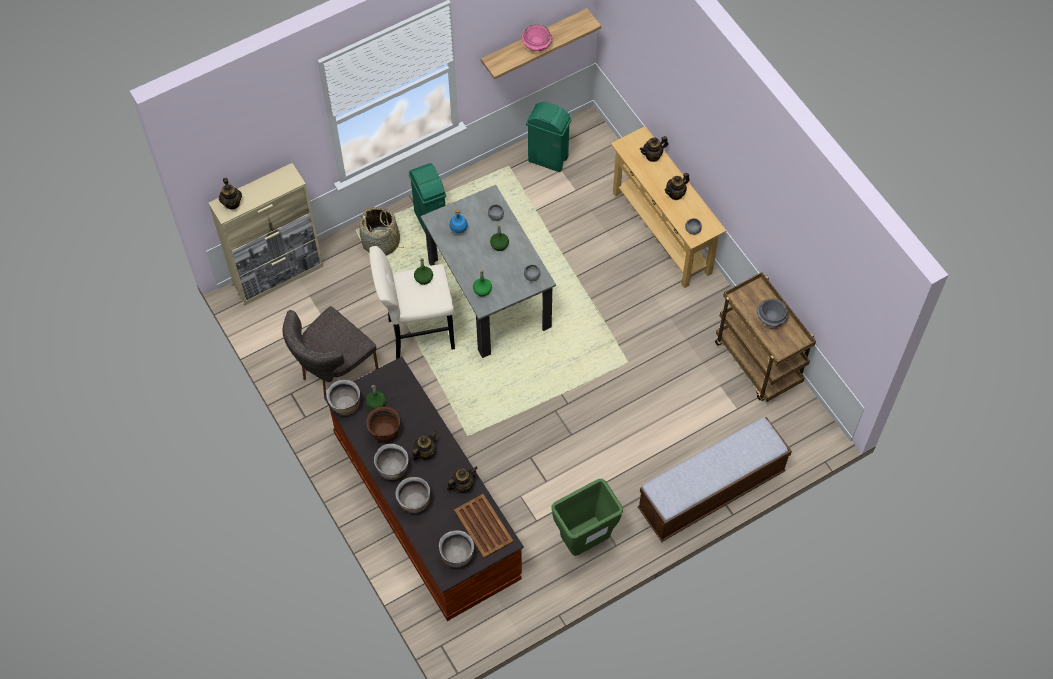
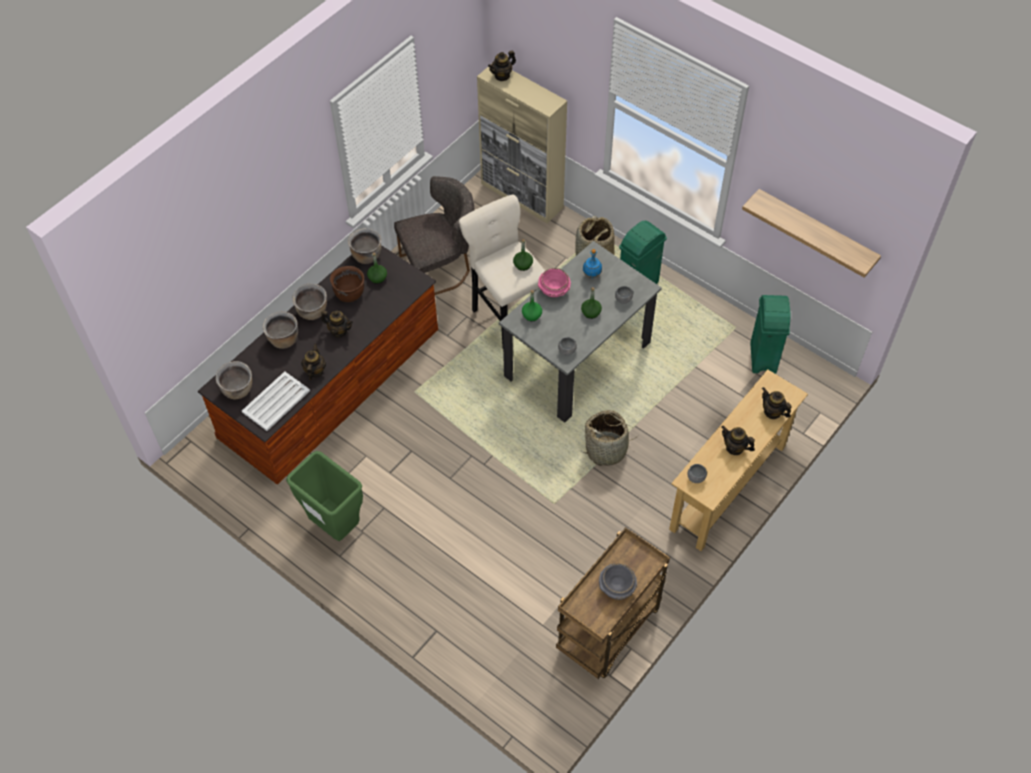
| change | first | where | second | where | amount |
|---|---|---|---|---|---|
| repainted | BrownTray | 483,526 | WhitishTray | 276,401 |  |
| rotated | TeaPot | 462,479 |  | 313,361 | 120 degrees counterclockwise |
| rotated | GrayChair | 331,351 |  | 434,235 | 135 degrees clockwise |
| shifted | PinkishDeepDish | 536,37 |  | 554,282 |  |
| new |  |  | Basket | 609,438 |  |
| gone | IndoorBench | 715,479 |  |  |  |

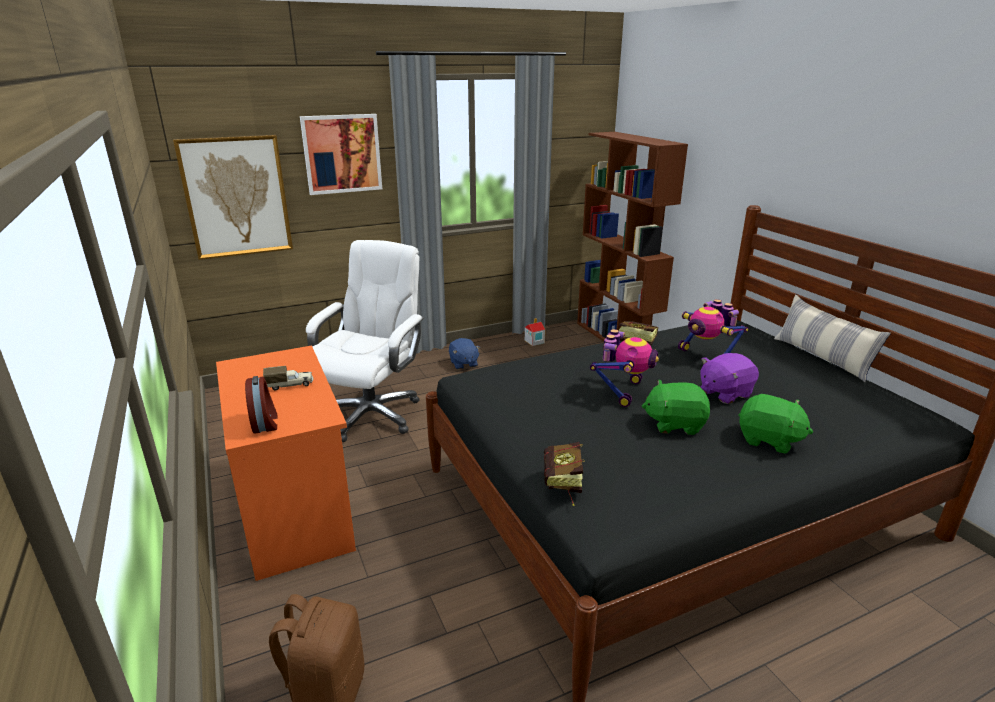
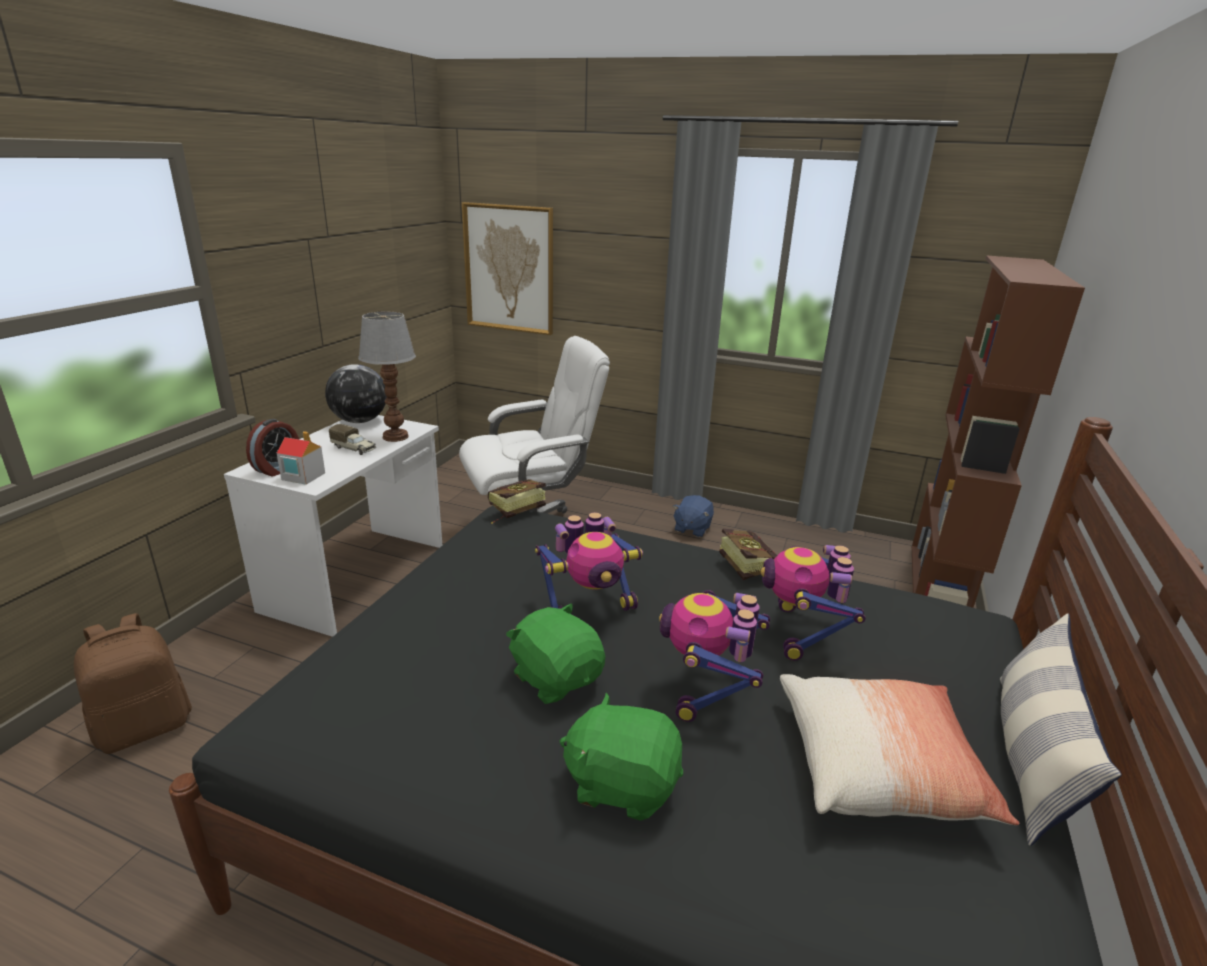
| change | first | where | second | where | amount |
|---|---|---|---|---|---|
| repainted | OrangeyDesk | 286,463 | WhitishDesk | 333,526 |  |
| shifted | MiniatureHouse | 535,332 |  | 301,458 |  |
| new |  |  | WorldGlobe | 356,393 |  |
| new |  |  | TableLamp | 387,376 |  |
| shifted | Book | 564,474 |  | 517,501 |  |
| rotated | GreenishSoftToy | 775,424 |  | 621,756 | 120 degrees clockwise |
| swapped | PurpleSoftToy | 729,378 | ModelRobot | 714,656 |  |
| new |  |  | Pillow | 900,749 |  |
| gone | Picture | 341,154 |  |  |  |

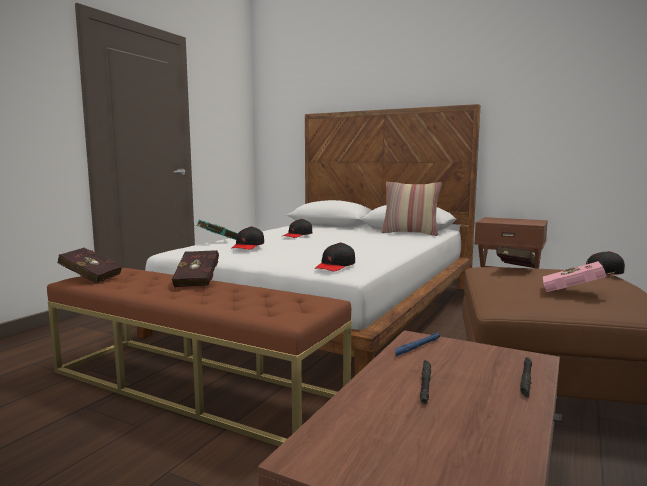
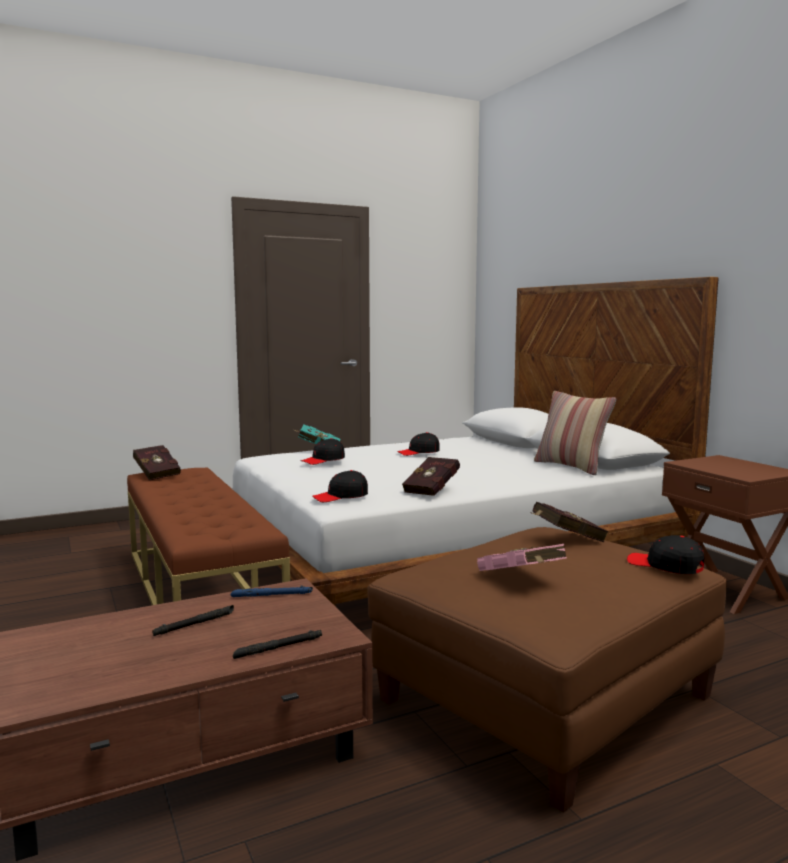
| change | first | where | second | where | amount |
|---|---|---|---|---|---|
| shifted | RedBook | 195,268 |  | 431,476 |  |

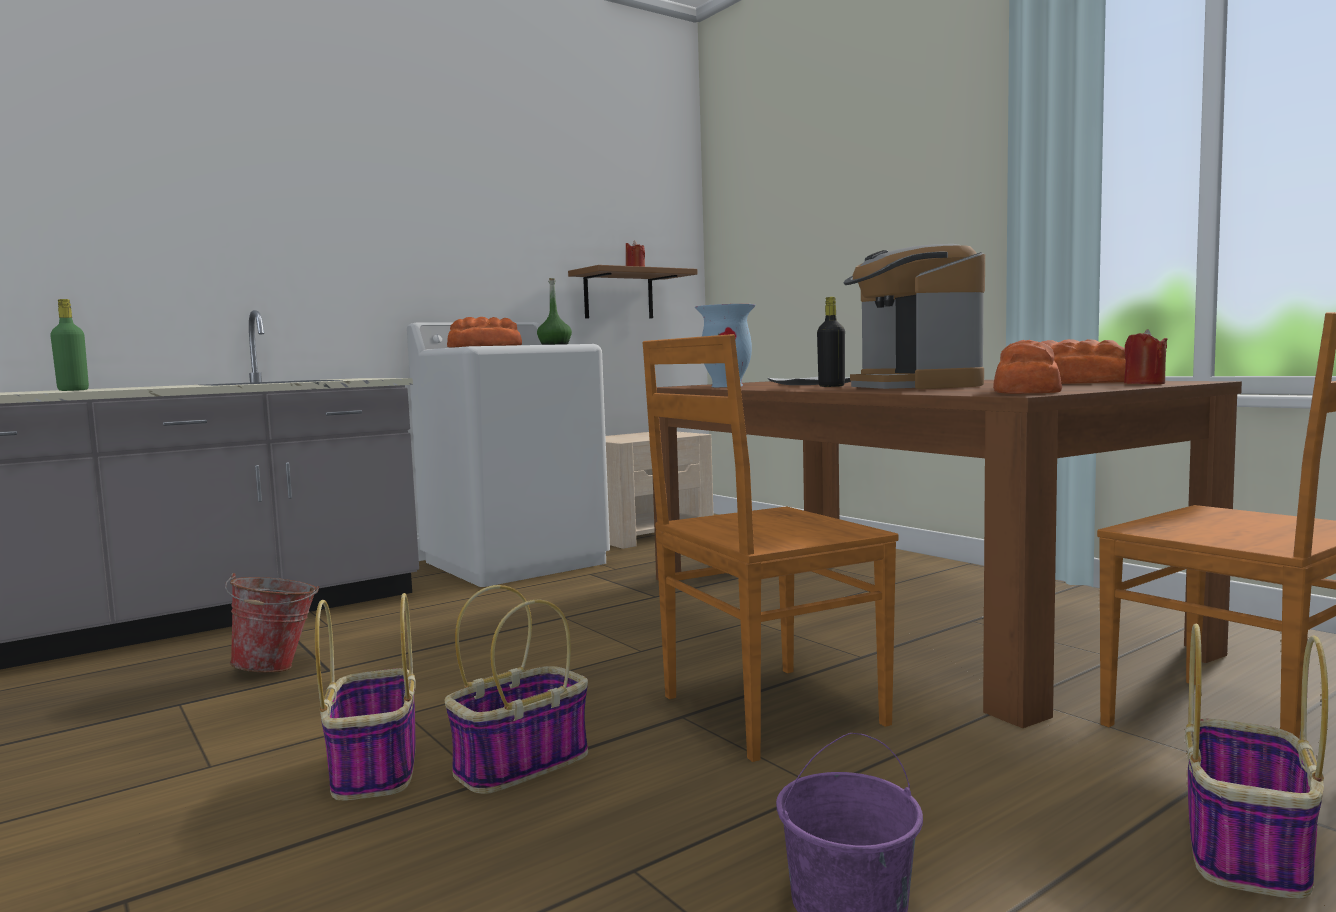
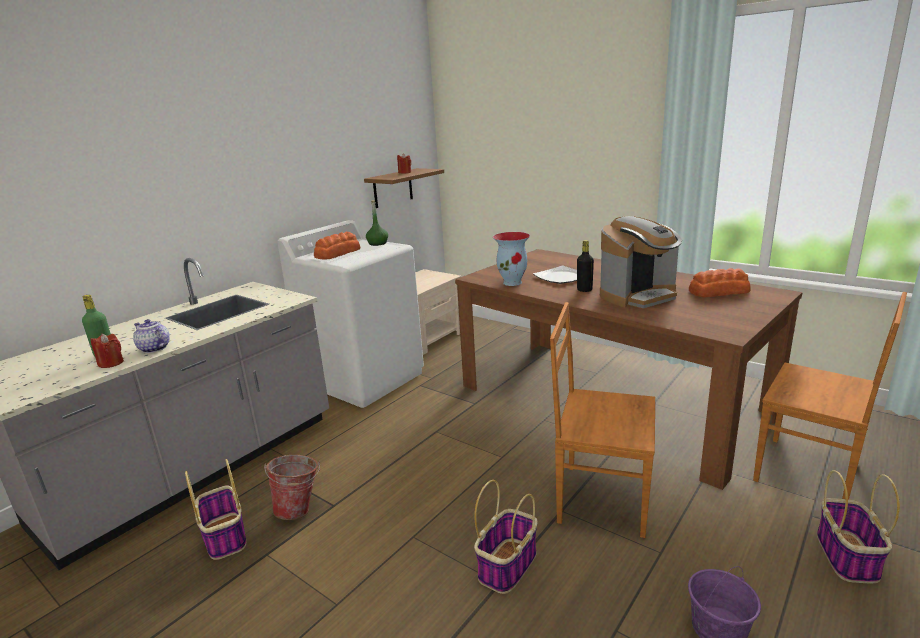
| change | first | where | second | where | amount |
|---|---|---|---|---|---|
| shifted | RedCandle | 1146,356 |  | 107,351 |  |
| new |  |  | TeaPot | 151,336 |  |
| shifted | Basket | 365,697 |  | 215,509 |  |
| rotated | BrownChair | 770,548 |  | 602,420 | 60 degrees clockwise |
| rotated | CoffeeBrewer | 914,316 |  | 641,262 | 90 degrees counterclockwise |
| gone | BakedBread | 1027,367 |  |  |  |

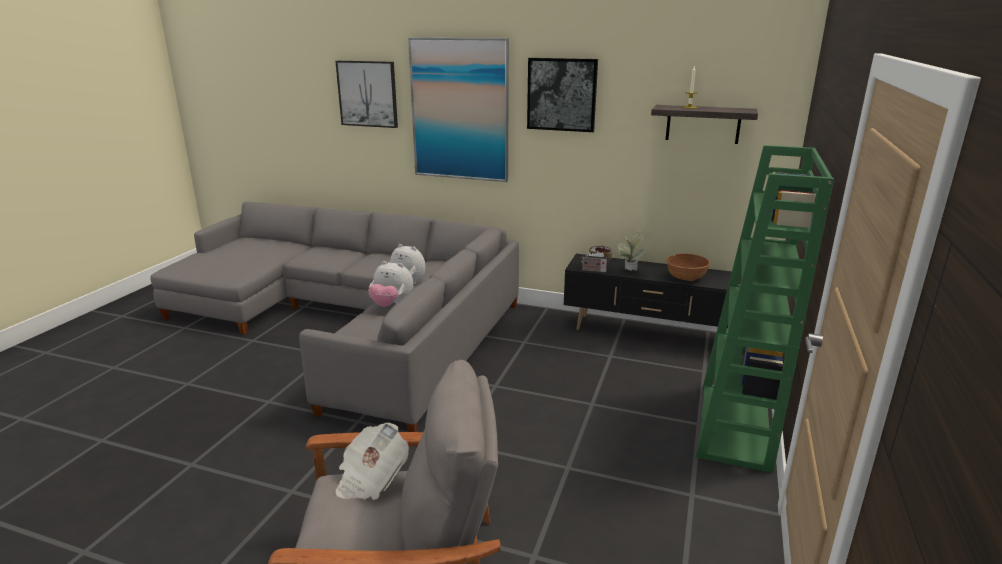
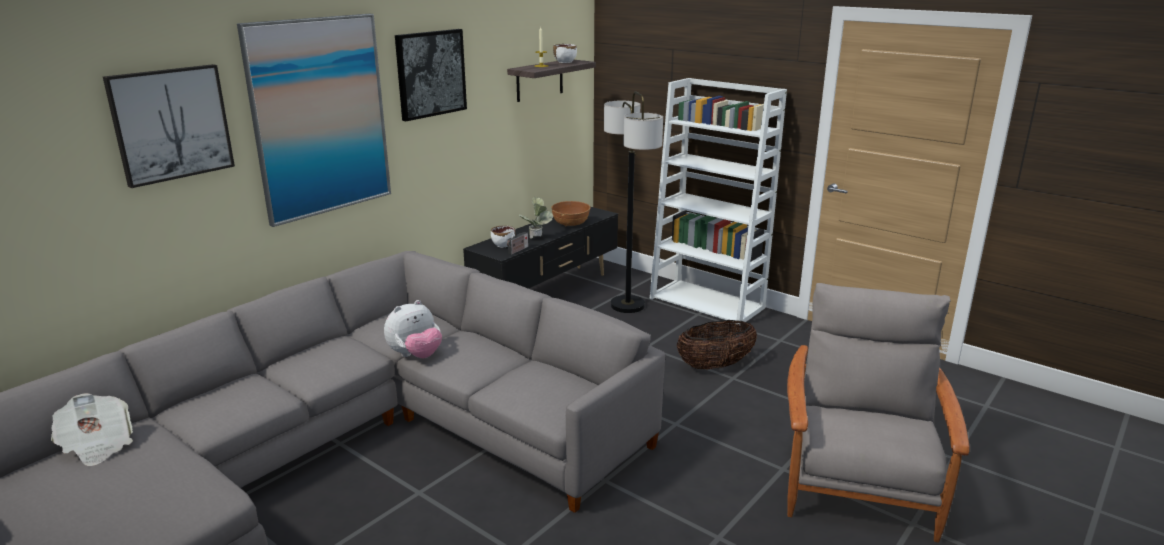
| change | first | where | second | where | amount |
|---|---|---|---|---|---|
| shifted | Newspaper | 372,461 |  | 92,429 |  |
| new |  |  | WhitishDeepDish | 565,53 |  |
| new |  |  | StandardLamp | 633,202 |  |
| repainted | GreenishBookcase | 765,309 | WhitishBookcase | 718,202 |  |
| new |  |  | Basket | 717,345 |  |
| gone | SoftToy | 390,284 |  |  |  |

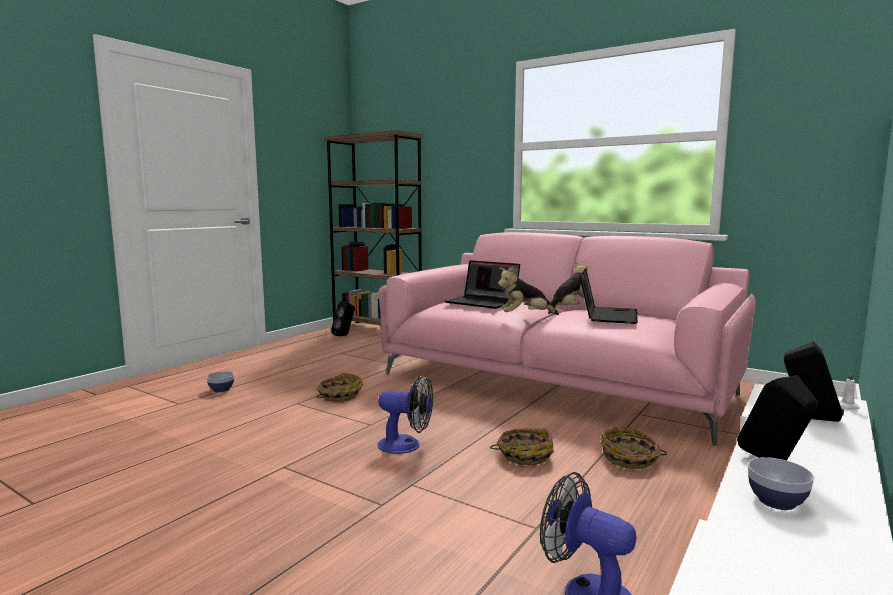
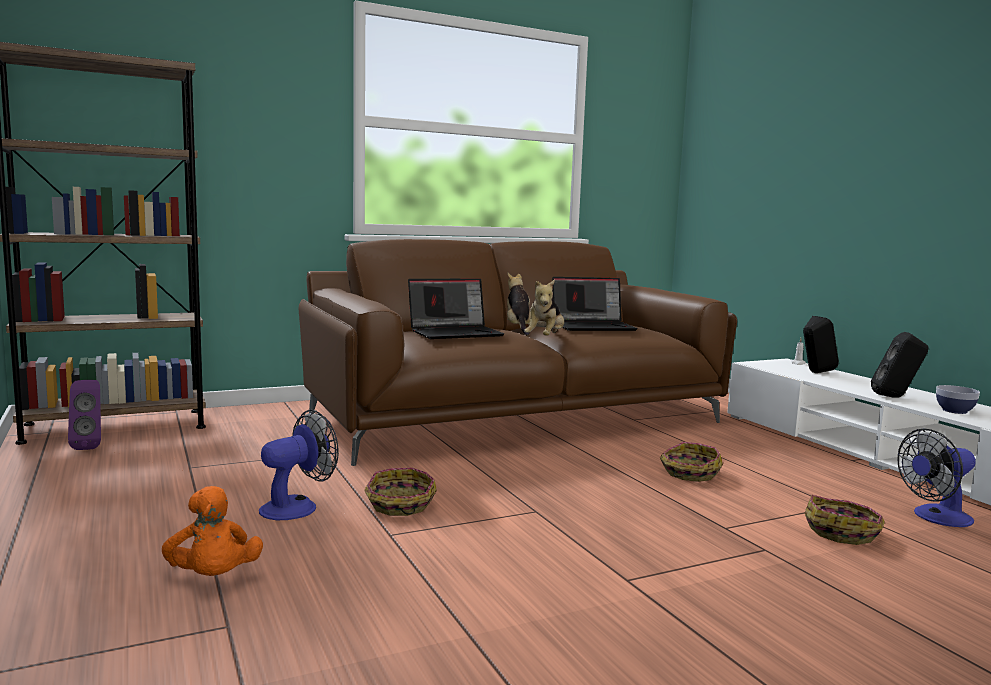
| change | first | where | second | where | amount |
|---|---|---|---|---|---|
| repainted | BlackishLoudspeaker | 343,318 | PurpleLoudspeaker | 84,415 |  |
| swapped | DeepDish | 220,381 | OrangeySoftToy | 212,531 |  |
| shifted | CoolingFan | 405,414 |  | 299,465 |  |
| repainted | PinkishSettee | 567,339 | BrownSettee | 518,352 |  |
| rotated | Laptop | 609,296 |  | 595,304 | 120 degrees clockwise |
| shifted | Basket | 633,448 |  | 844,520 |  |

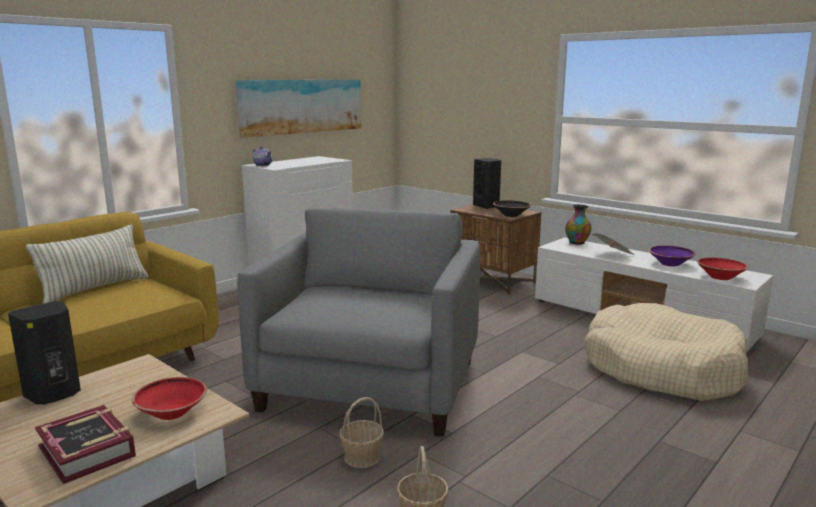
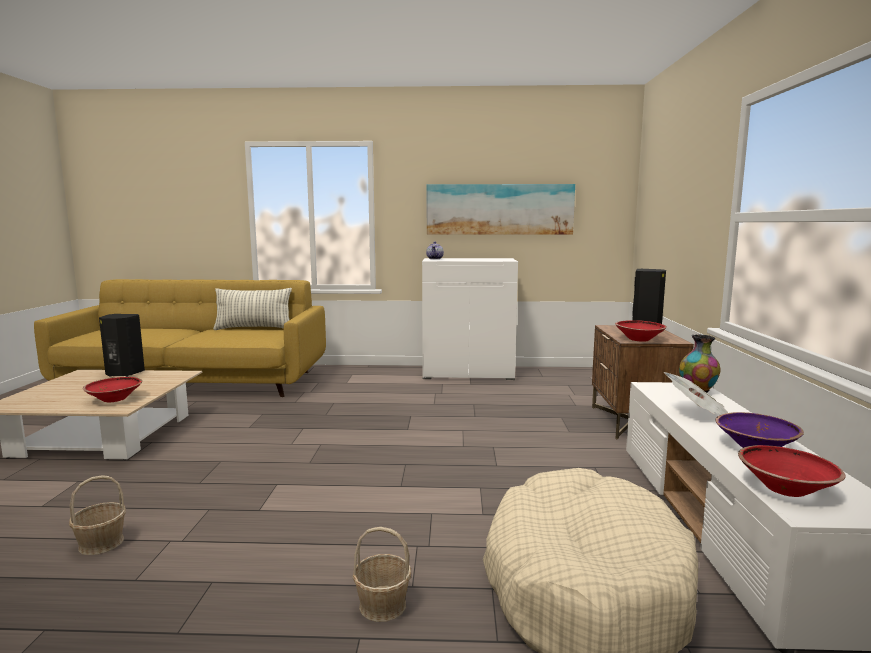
| change | first | where | second | where | amount |
|---|---|---|---|---|---|
| shifted | Basket | 361,432 |  | 382,574 |  |
| repainted | BlackishDeepDish | 512,208 | RedDeepDish | 641,331 |  |
| gone | Book | 85,444 |  |  |  |
| gone | GrayEasyChair | 358,322 |  |  |  |

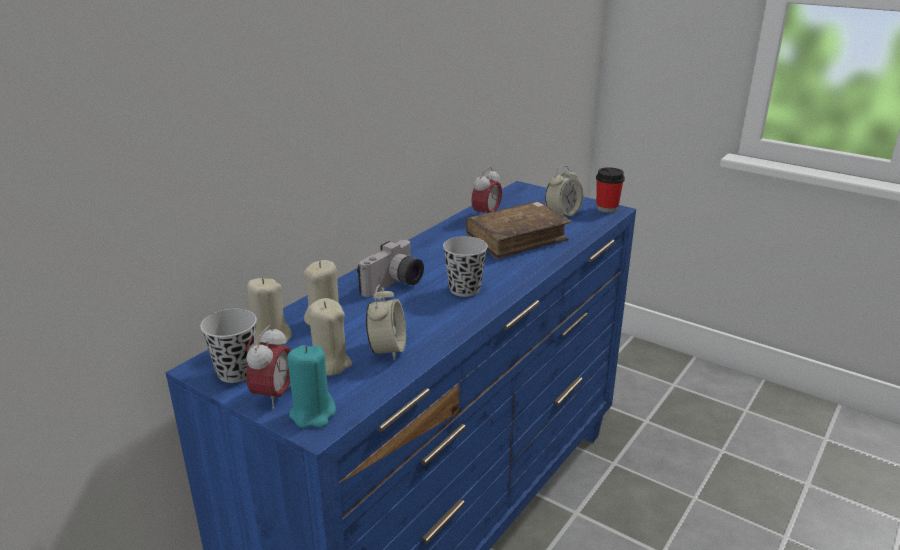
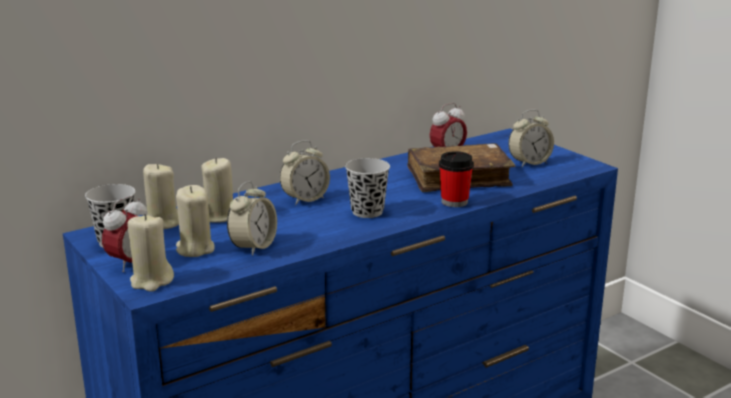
| change | first | where | second | where | amount |
|---|---|---|---|---|---|
| repainted | BlueGreenCandle | 311,386 | SandColouredCandle | 150,253 |  |
| swapped | PhotoCamera | 390,268 | BedsideClock | 305,172 |  |
| shifted | SmallCup | 610,190 |  | 456,179 |  |

